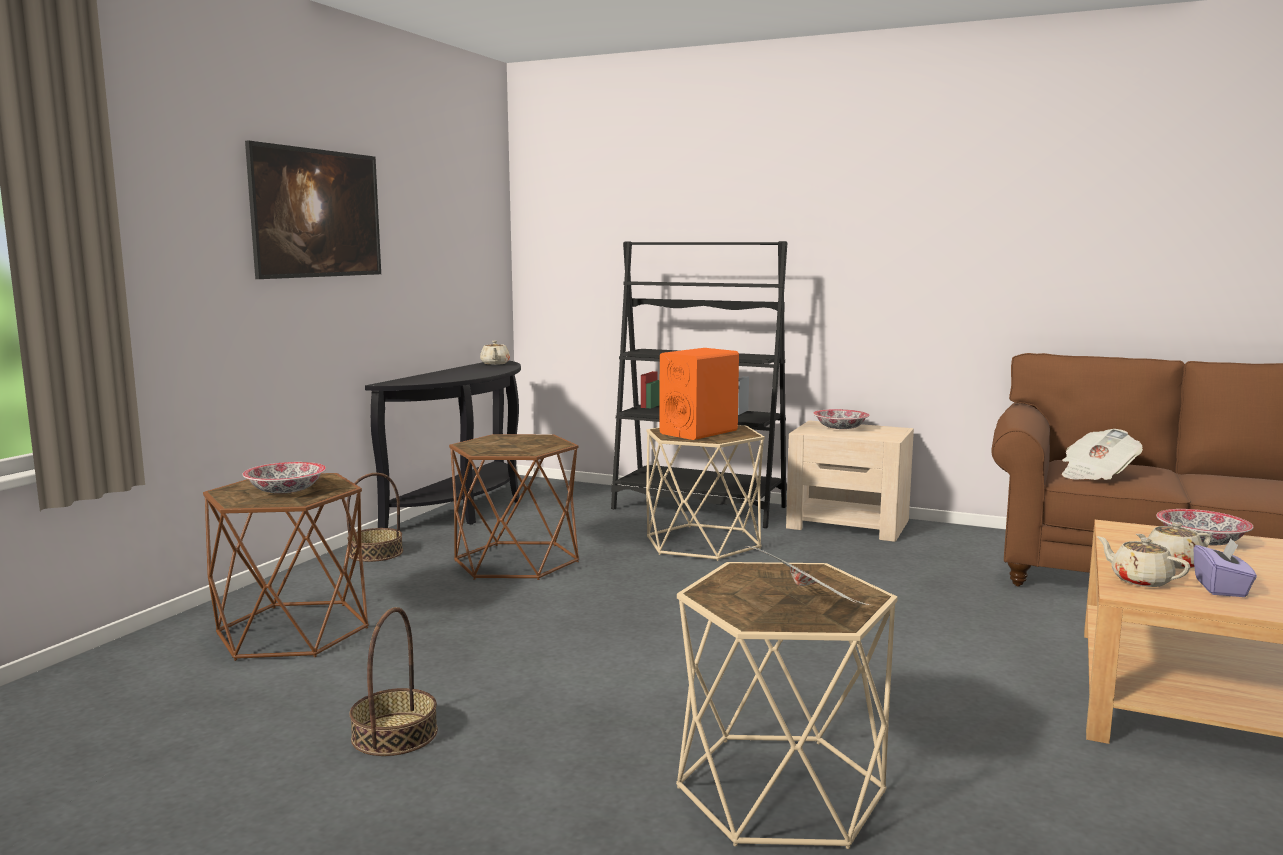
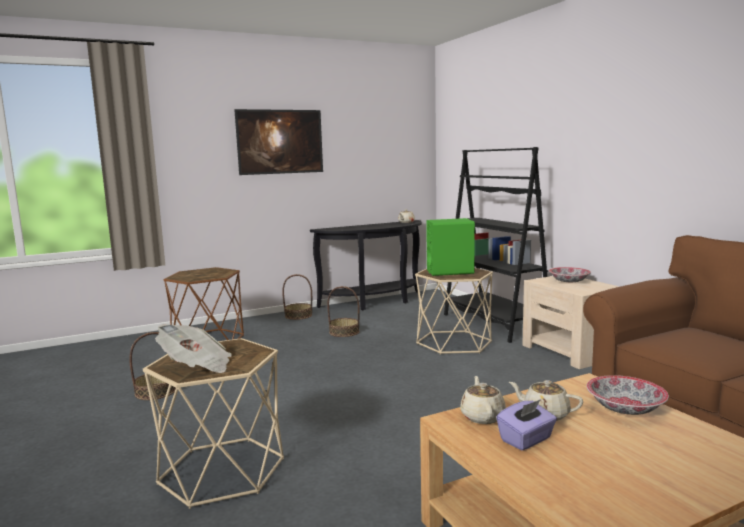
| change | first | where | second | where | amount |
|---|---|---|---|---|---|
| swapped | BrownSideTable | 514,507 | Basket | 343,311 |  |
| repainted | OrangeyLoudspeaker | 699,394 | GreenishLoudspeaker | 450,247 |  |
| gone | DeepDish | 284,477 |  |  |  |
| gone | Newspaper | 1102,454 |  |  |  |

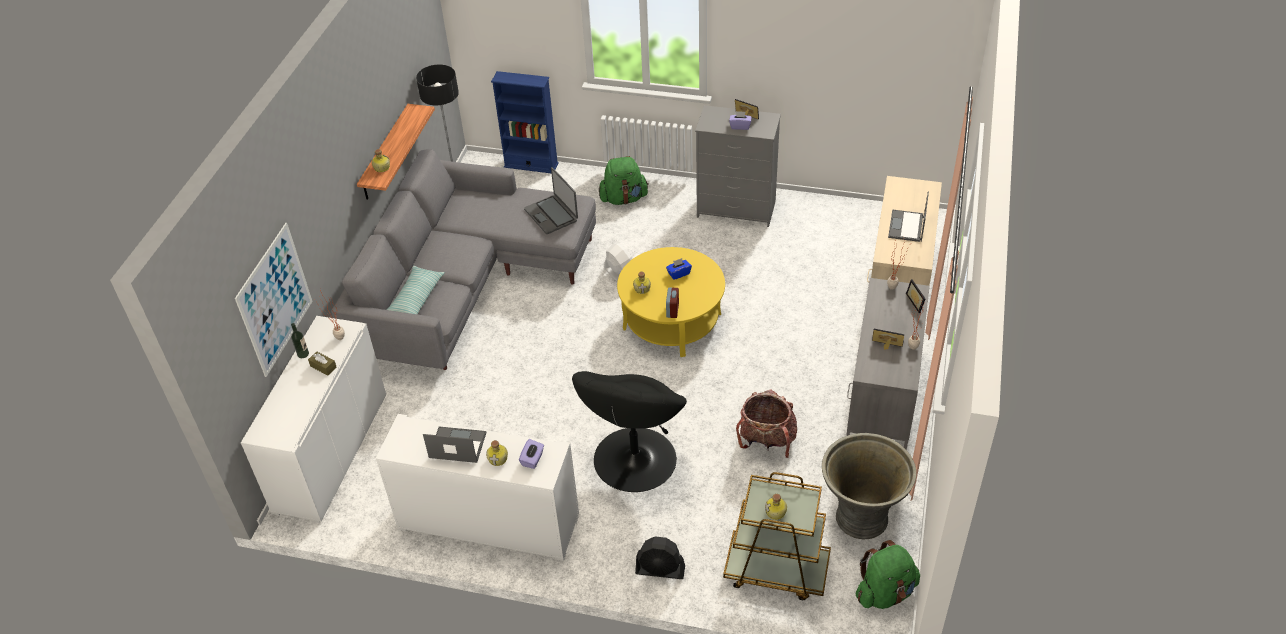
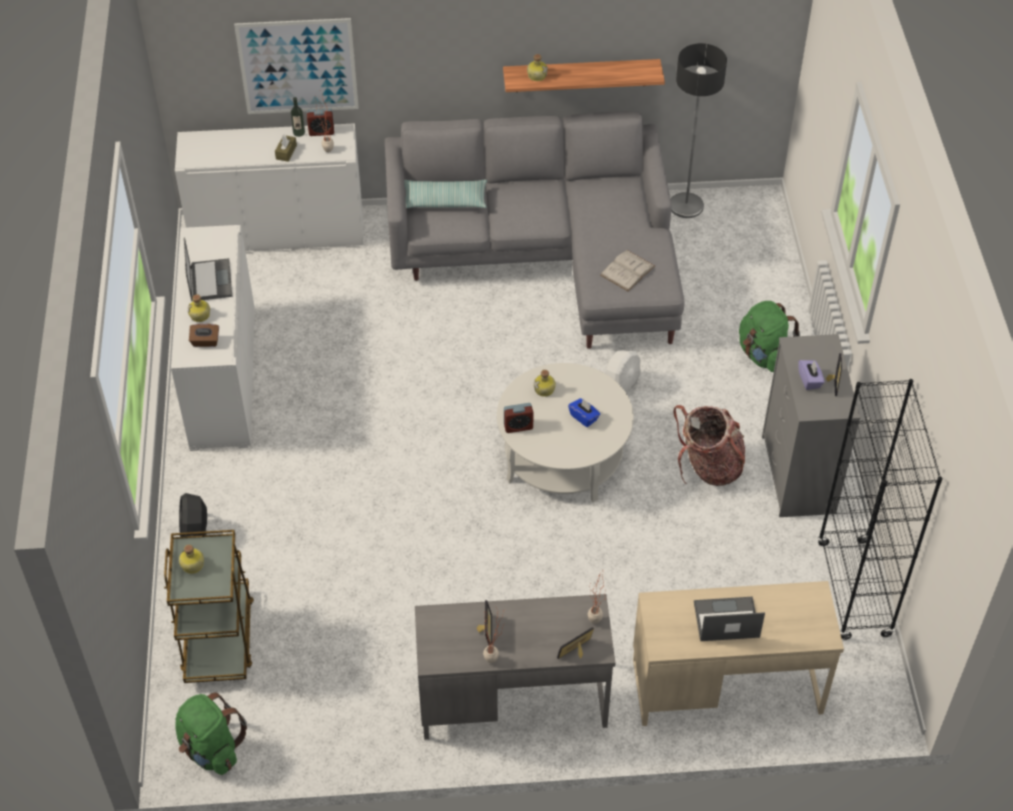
| change | first | where | second | where | amount |
|---|---|---|---|---|---|
| repainted | PurpleBoxOfTissues | 531,454 | BrownBoxOfTissues | 204,335 |  |
| new |  |  | BedsideClock | 320,122 |  |
| repainted | YellowLowTable | 671,302 | WhitishLowTable | 565,432 |  |
| swapped | Laptop | 551,200 | WhitishBook | 627,270 |  |
| shifted | Knapsack | 766,423 |  | 709,445 |  |
| new |  |  | BlackishBookcase | 879,509 |  |
| gone | BlueColouredBookcase | 524,122 |  |  |  |
| gone | BlackishEasyChair | 629,431 |  |  |  |
| gone | GrayPlantPot | 869,486 |  |  |  |

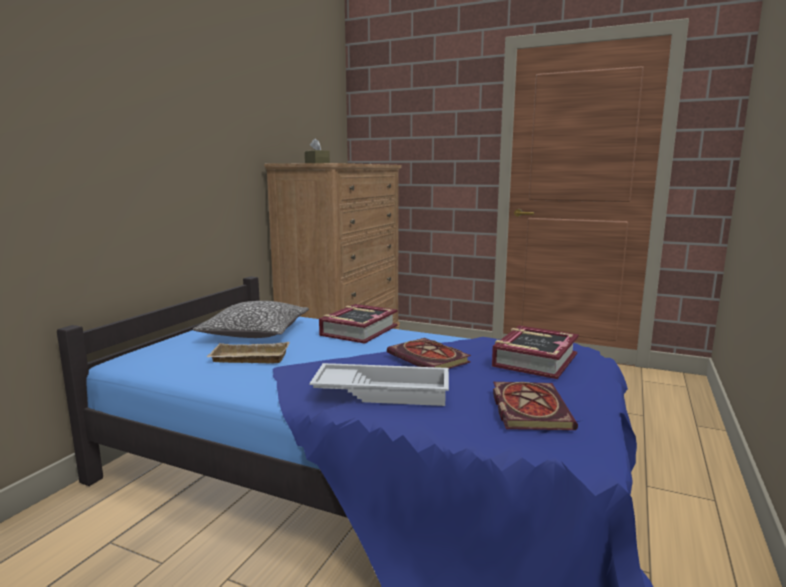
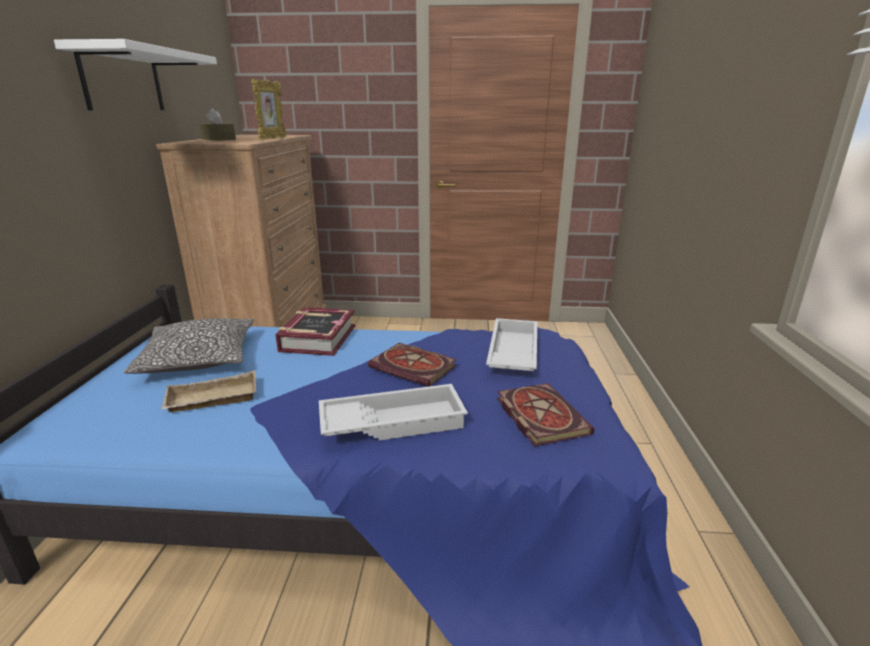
| change | first | where | second | where | amount |
|---|---|---|---|---|---|
| new |  |  | WhitishWallShelf | 135,74 |  |
| new |  |  | PhotoFrame | 268,109 |  |
| swapped | Book | 535,352 | WhitishTray | 511,344 |  |

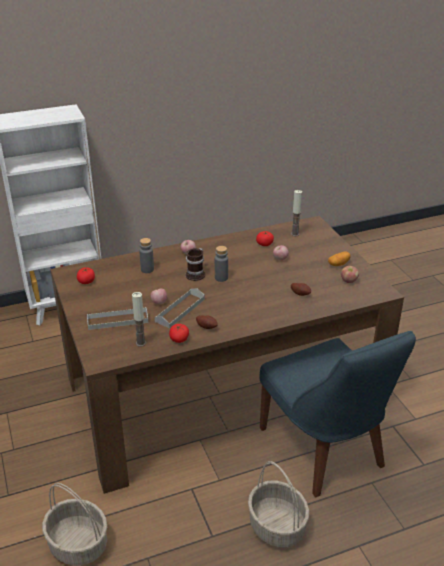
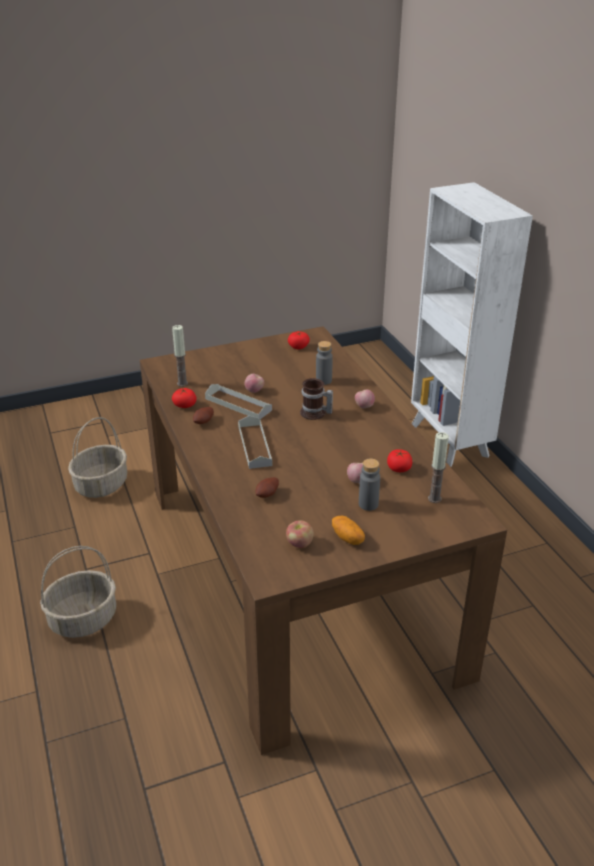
| change | first | where | second | where | amount |
|---|---|---|---|---|---|
| shifted | GrayTray | 117,319 |  | 255,442 |  |
| shifted | GrayDrinkBottle | 221,264 |  | 369,485 |  |
| gone | BlueColouredChair | 337,414 |  |  |  |

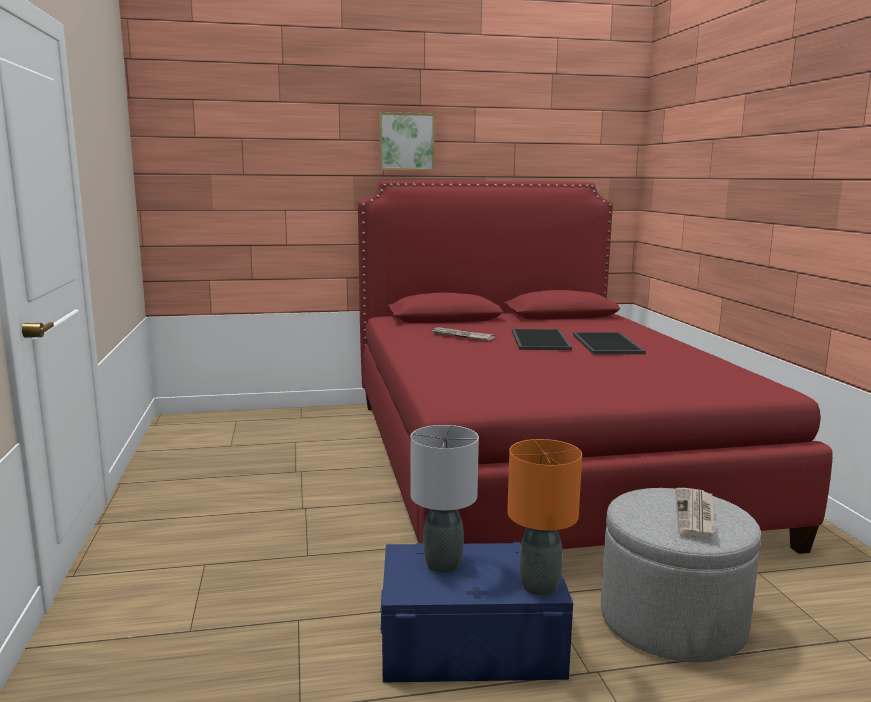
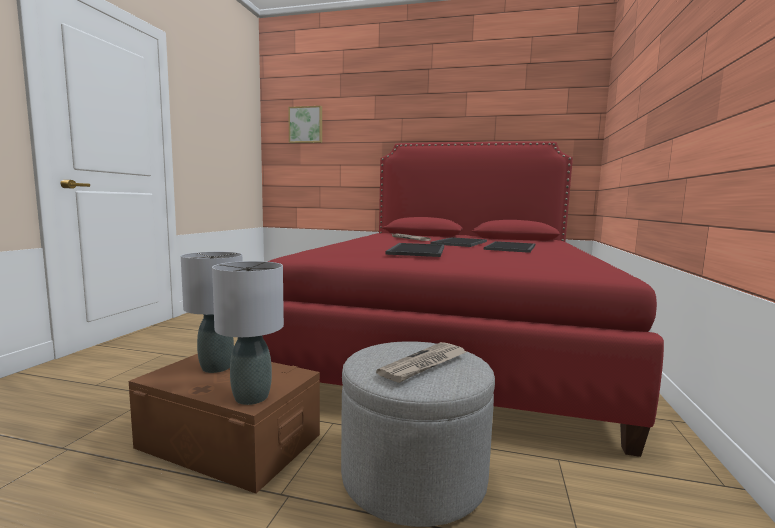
| change | first | where | second | where | amount |
|---|---|---|---|---|---|
| repainted | BlueColouredStorageBin | 476,612 | BrownStorageBin | 224,424 |  |
| repainted | OrangeyTableLamp | 544,517 | GrayTableLamp | 248,333 |  |
| shifted | Picture | 407,141 |  | 305,124 |  |
| new |  |  | Tray | 414,250 |  |

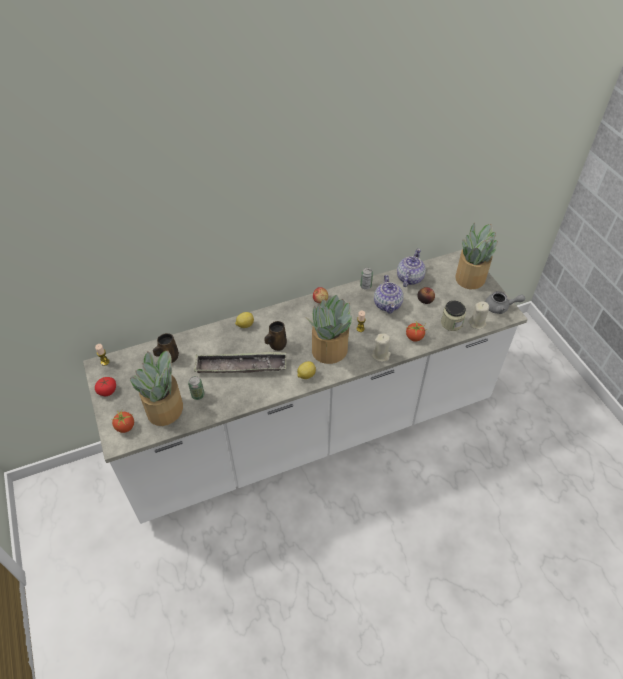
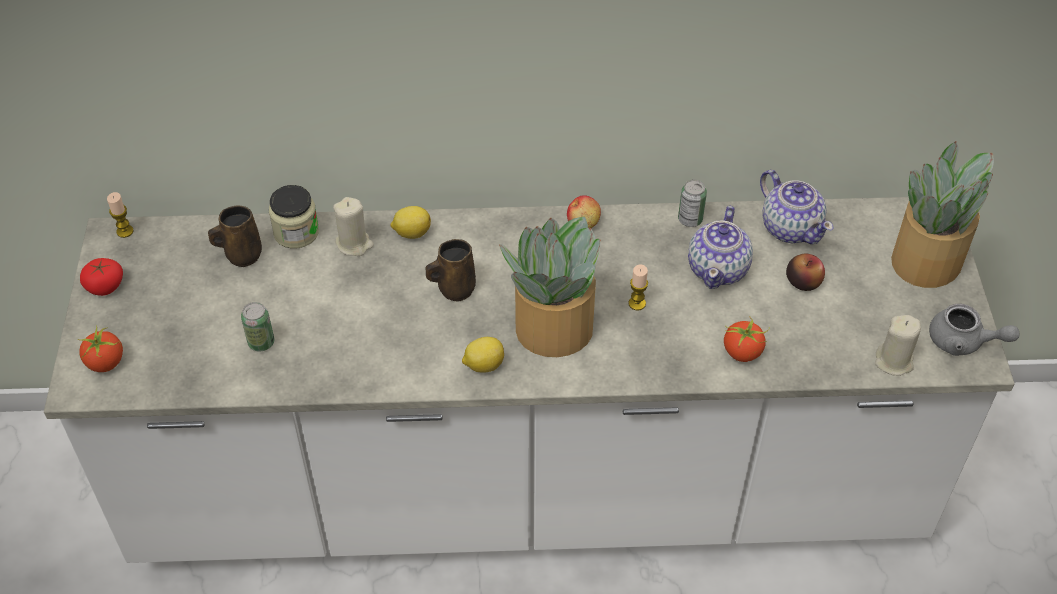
| change | first | where | second | where | amount |
|---|---|---|---|---|---|
| shifted | StorageJar | 453,316 |  | 294,217 |  |
| shifted | SandColouredCandle | 381,348 |  | 353,226 |  |
| rotated | TeaPot | 411,268 |  | 796,207 | 105 degrees clockwise |
| gone | PottedPlant | 156,388 |  |  |  |
| gone | Tray | 240,362 |  |  |  |

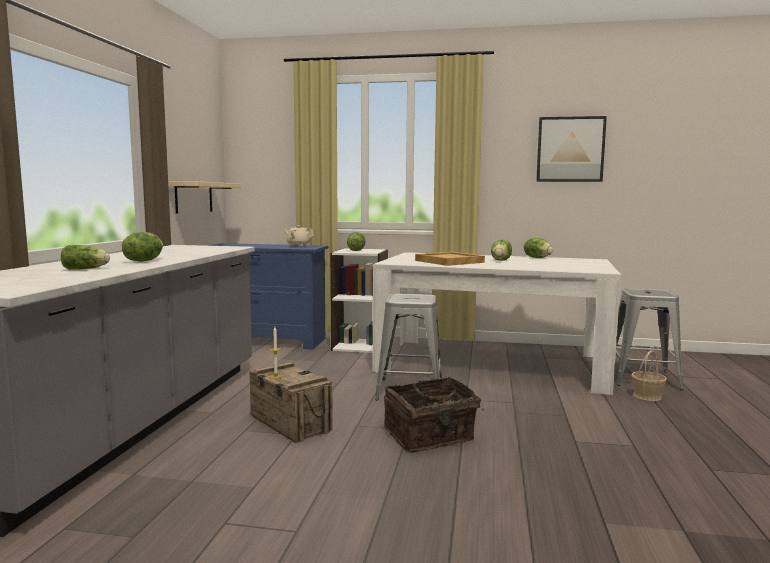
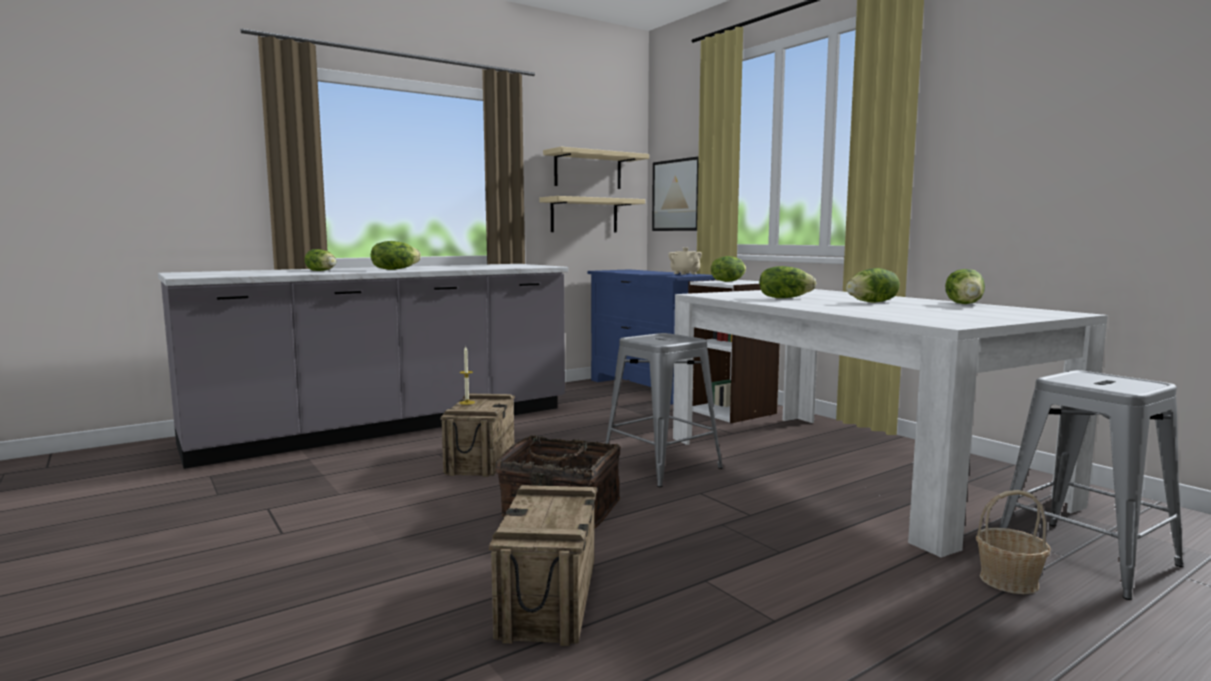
| change | first | where | second | where | amount |
|---|---|---|---|---|---|
| new |  |  | ShippingCrate | 543,565 |  |
| new |  |  | SandColouredWallShelf | 596,168 |  |
| shifted | Picture | 571,149 |  | 675,193 |  |
| swapped | SandColouredTray | 450,259 | Lettuce | 787,282 |  |

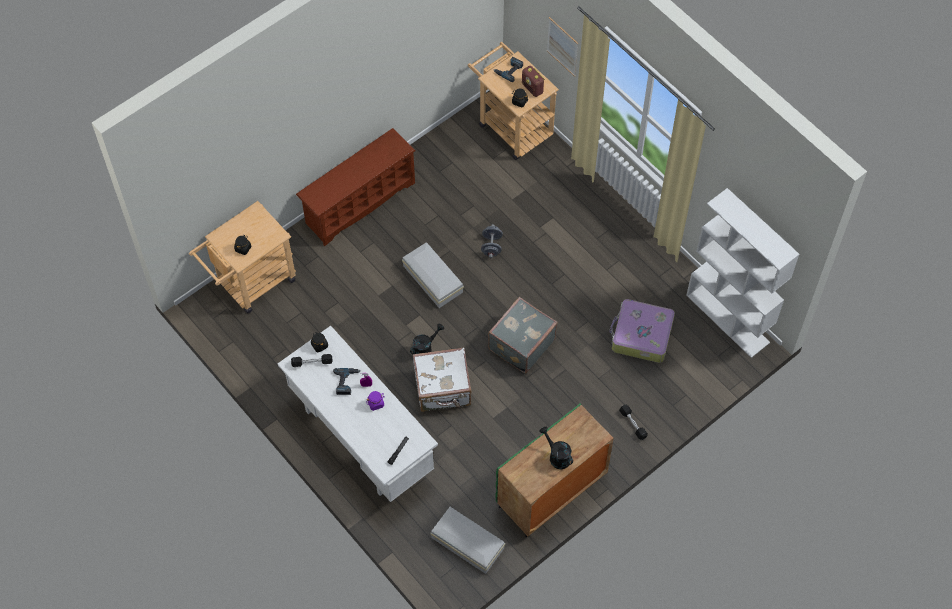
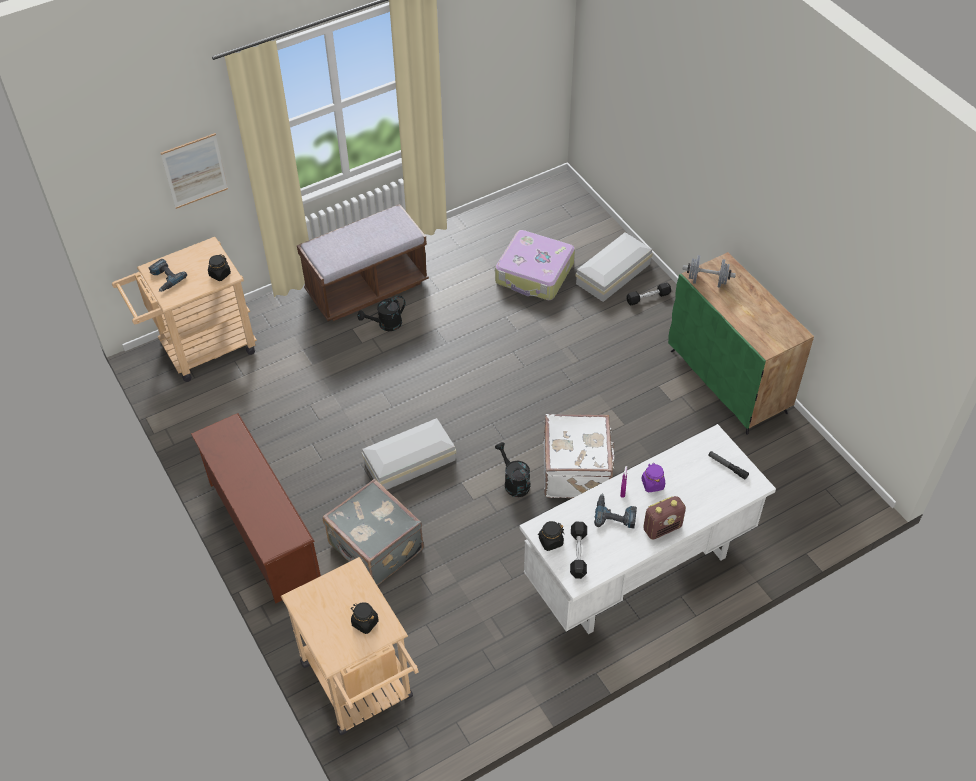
| change | first | where | second | where | amount |
|---|---|---|---|---|---|
| new |  |  | BrownIndoorBench | 363,262 |  |
| shifted | GraySuitcase | 522,335 |  | 373,532 |  |
| shifted | BlackishSprinklingCan | 556,448 |  | 381,313 |  |
| shifted | WhitishStorageBin | 467,540 |  | 614,267 |  |
| shifted | RadioReceiver | 533,81 |  | 664,517 |  |
| shifted | GrayHandWeight | 492,241 |  | 709,271 |  |
| gone | WhitishBookcase | 742,273 |  |  |  |

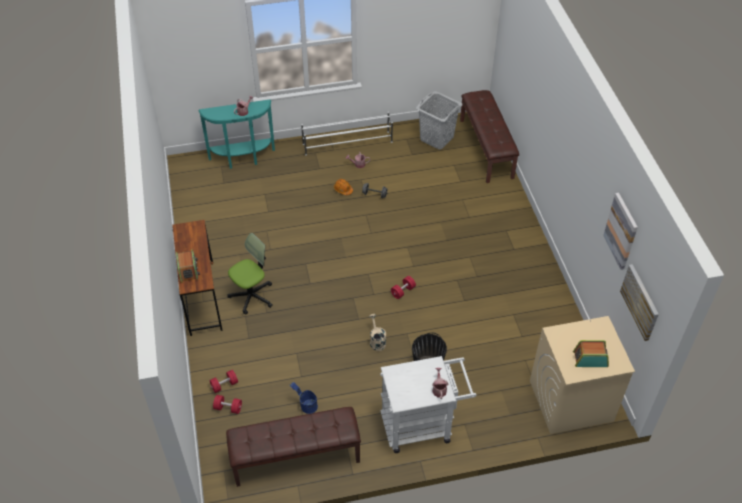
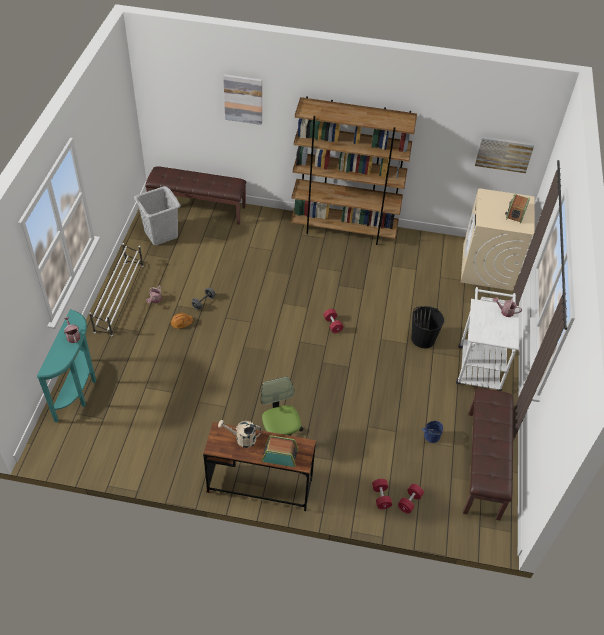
| change | first | where | second | where | amount |
|---|---|---|---|---|---|
| shifted | SandColouredSprinklingCan | 377,332 |  | 239,434 |  |
| shifted | Picture | 620,231 |  | 242,99 |  |
| new |  |  | BrownBookcase | 354,170 |  |

